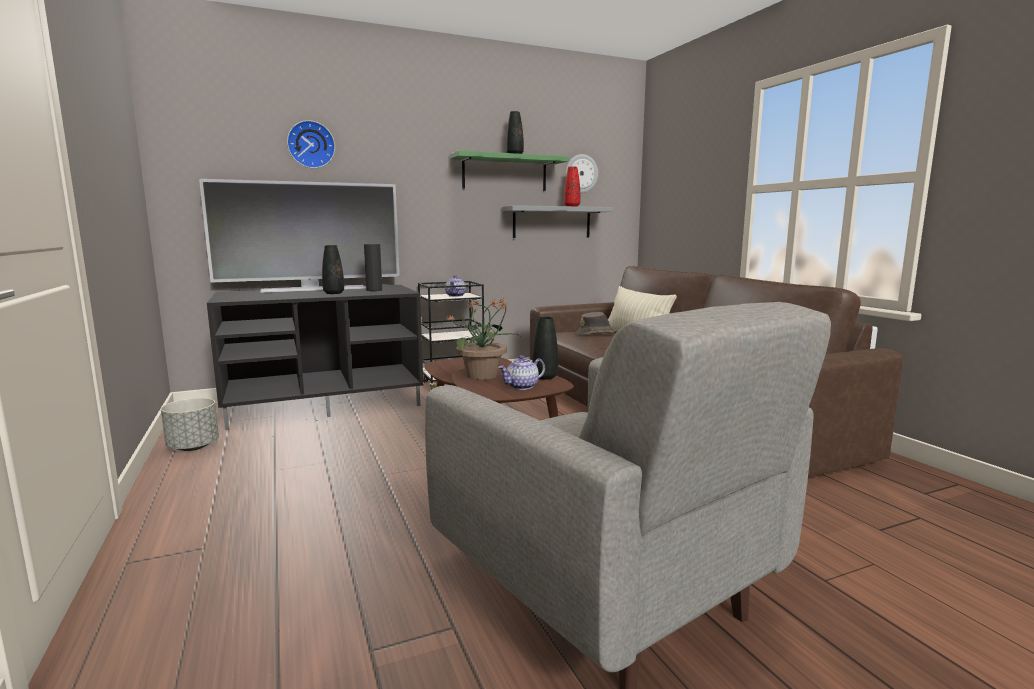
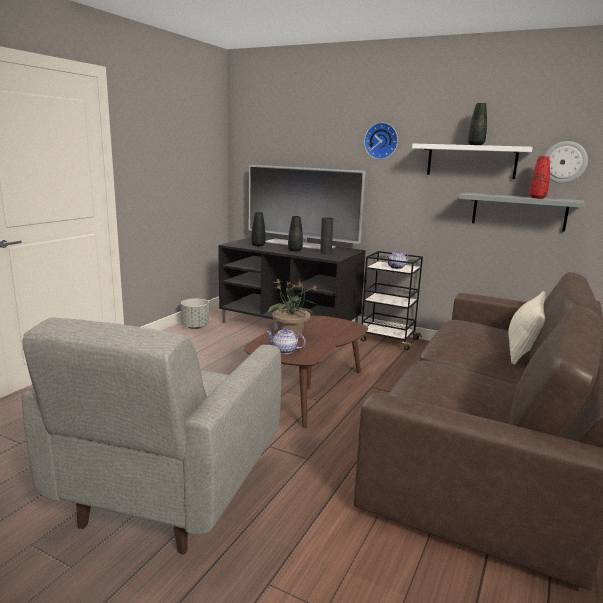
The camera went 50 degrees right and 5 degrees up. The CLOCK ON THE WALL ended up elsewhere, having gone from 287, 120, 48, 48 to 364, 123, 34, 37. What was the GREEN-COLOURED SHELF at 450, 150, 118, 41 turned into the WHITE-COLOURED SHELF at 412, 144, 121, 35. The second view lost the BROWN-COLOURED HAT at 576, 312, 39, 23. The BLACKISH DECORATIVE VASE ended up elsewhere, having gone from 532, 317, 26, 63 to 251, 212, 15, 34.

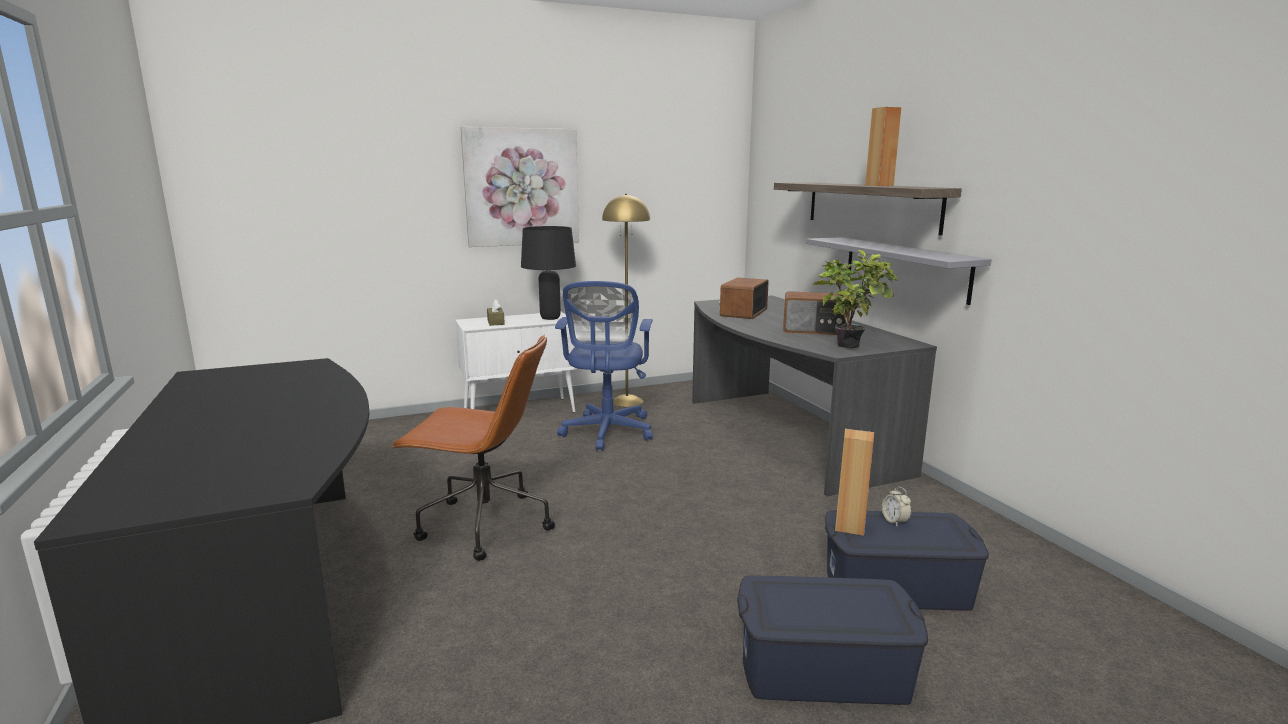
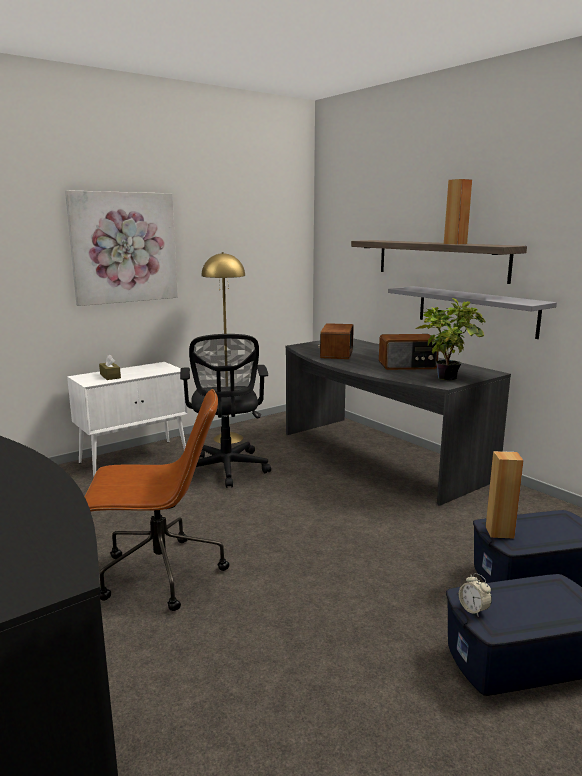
The camera went 15 degrees left and 0 degrees up. The second view lost the BLACKISH TABLETOP LAMP at 521, 226, 55, 94. What was the BLUE OFFICE CHAIR at 555, 281, 98, 170 turned into the BLACKISH OFFICE CHAIR at 180, 334, 91, 154. The ALARM CLOCK ended up elsewhere, having gone from 882, 487, 30, 39 to 459, 573, 33, 44.

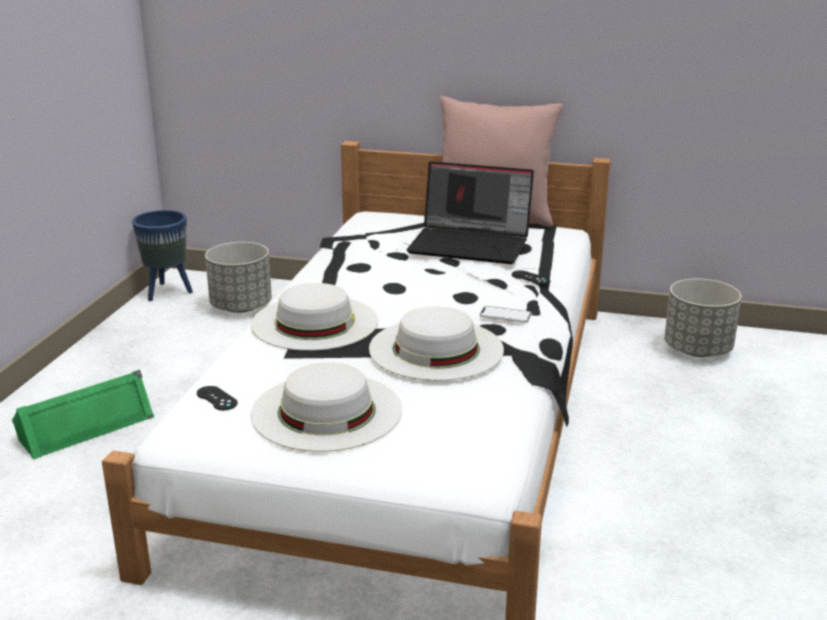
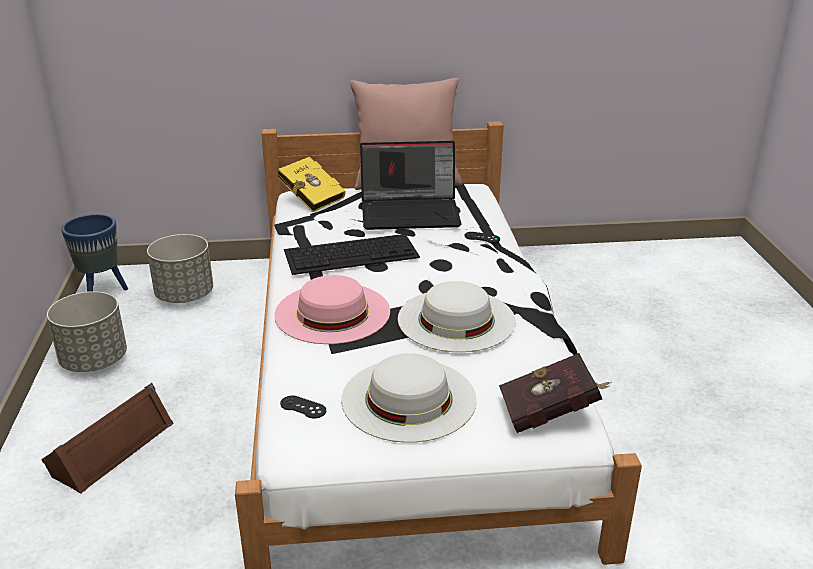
The camera went 20 degrees left and 5 degrees up. The GREYISH FLOWER POT ended up elsewhere, having gone from 664, 278, 78, 79 to 47, 291, 80, 81. What was the WHITE-COLOURED HAT at 251, 283, 127, 68 turned into the PINK HAT at 274, 275, 116, 69. The second view lost the PHONE at 479, 306, 53, 17. What was the GREEN-COLOURED SPEAKER at 12, 370, 142, 89 turned into the BROWN-COLOURED SPEAKER at 41, 383, 133, 111. The second view gained the YELLOW-COLOURED BOUND BOOK at 277, 157, 68, 55. The second view gained the PC KEYBOARD at 284, 234, 136, 41. The second view gained the RED-COLOURED BOUND BOOK at 499, 353, 113, 80.

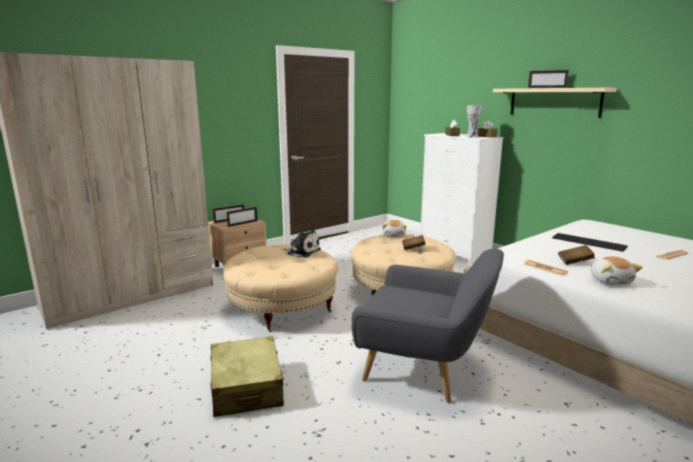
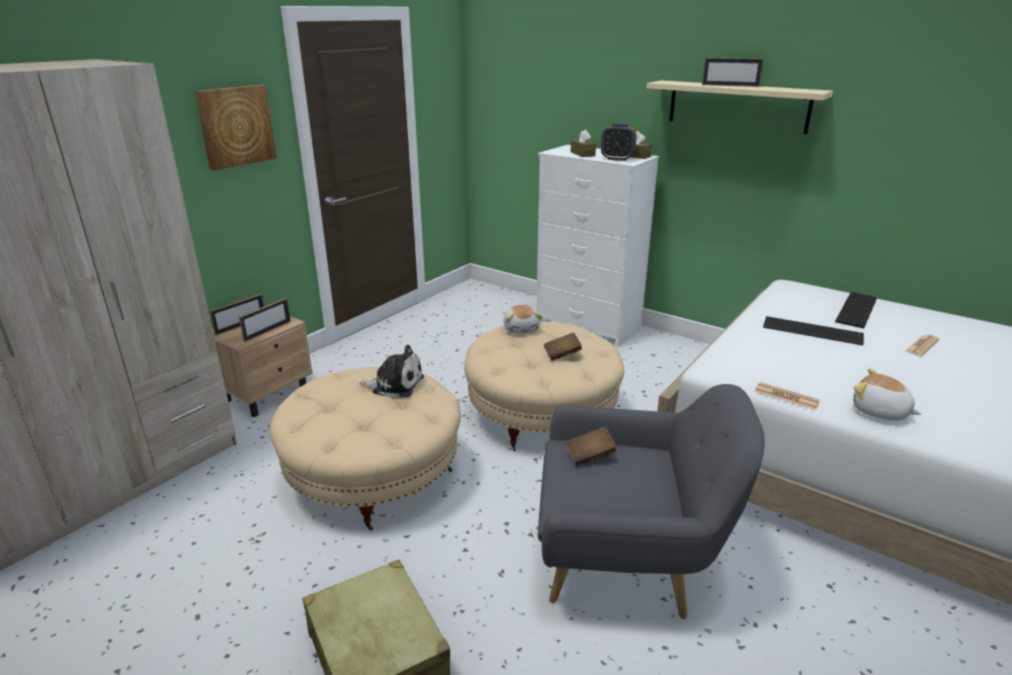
The camera went 15 degrees left and 10 degrees up. Where the DECORATIVE VASE stood at 466, 105, 16, 33, the ALARM CLOCK came to stand at 601, 123, 36, 38. The BROWN-COLOURED BOUND BOOK ended up elsewhere, having gone from 558, 245, 37, 20 to 566, 426, 51, 40. The PLUSH TOY at 591, 257, 52, 28 ended up facing another way, 150 degrees clockwise from before. The second view gained the PICTURE at 195, 85, 82, 85. The second view gained the PC KEYBOARD at 835, 292, 42, 36.

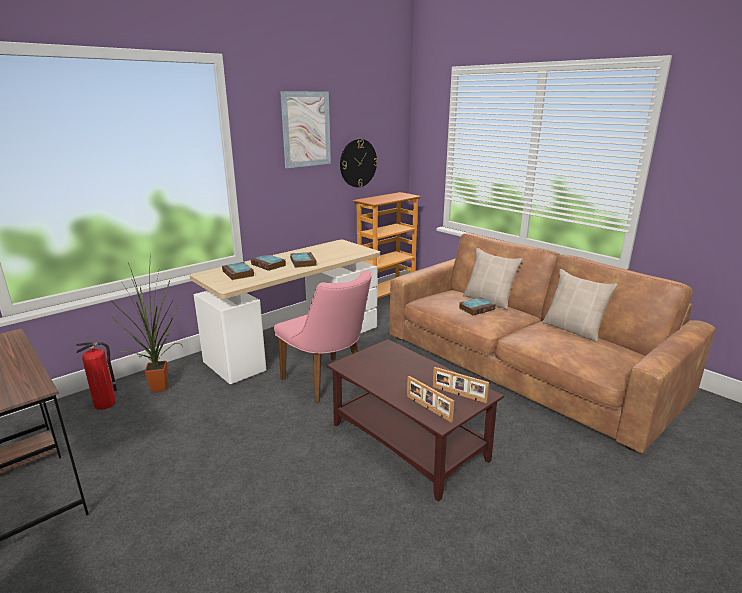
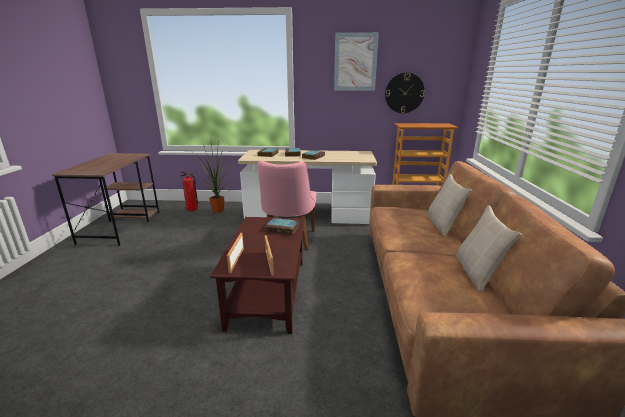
The camera went 45 degrees right and 0 degrees up. The BOUND BOOK ended up elsewhere, having gone from 459, 297, 37, 19 to 265, 218, 34, 17.

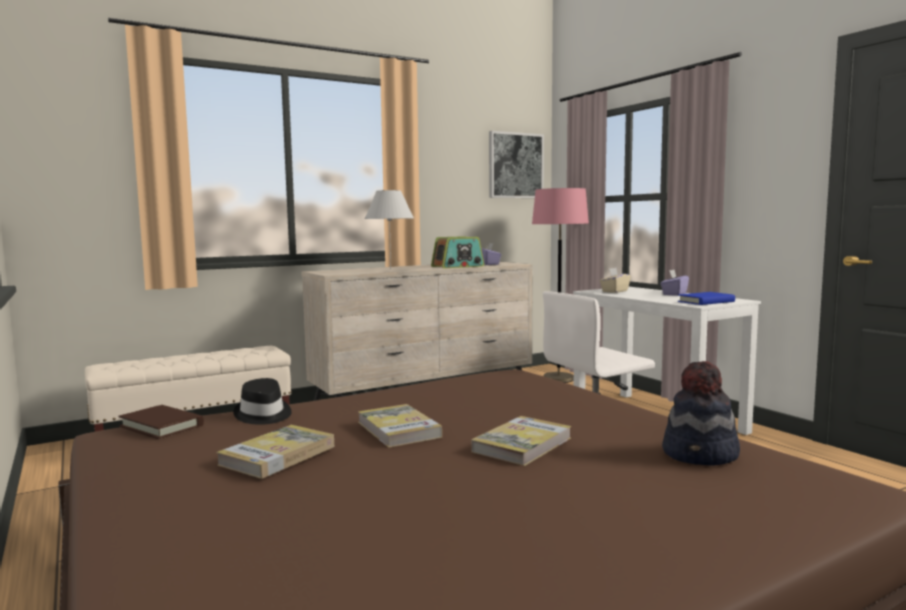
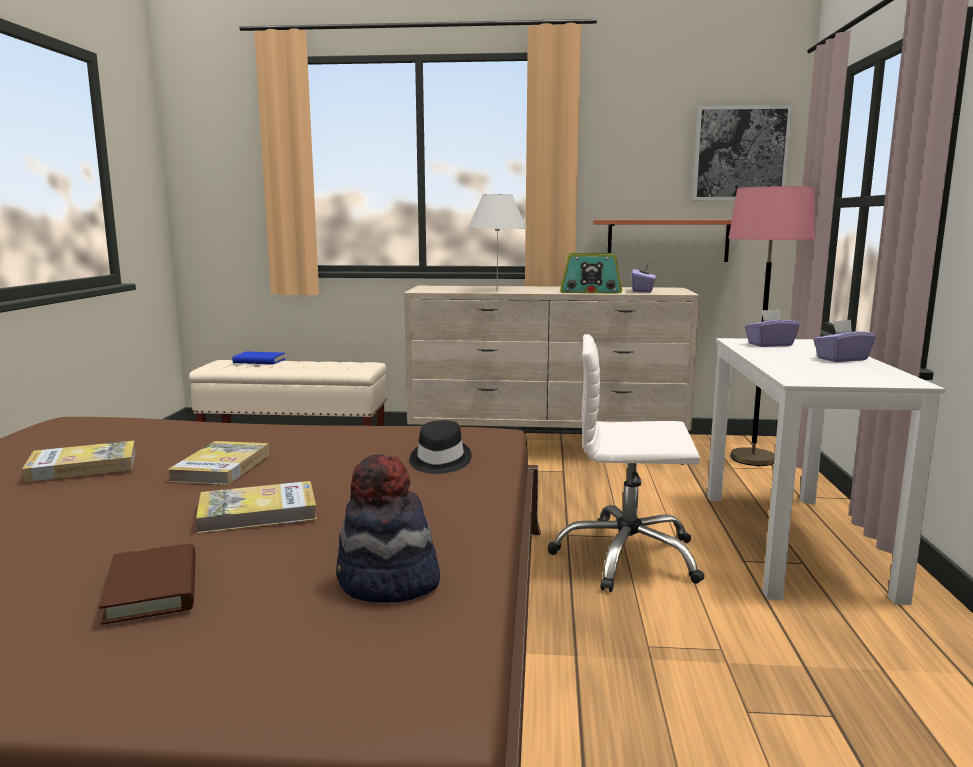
The camera went 35 degrees right and 5 degrees up. What was the SAND-COLOURED TISSUE BOX at 600, 268, 31, 25 turned into the PURPLE-COLOURED TISSUE BOX at 745, 309, 55, 38. The BLUE BOUND BOOK ended up elsewhere, having gone from 678, 292, 57, 13 to 232, 352, 53, 12. The BLACKISH HAT ended up elsewhere, having gone from 233, 378, 59, 47 to 409, 420, 62, 54. The BROWN-COLOURED BOUND BOOK ended up elsewhere, having gone from 118, 405, 86, 34 to 99, 544, 97, 81. The second view gained the SHELF at 593, 220, 139, 42.

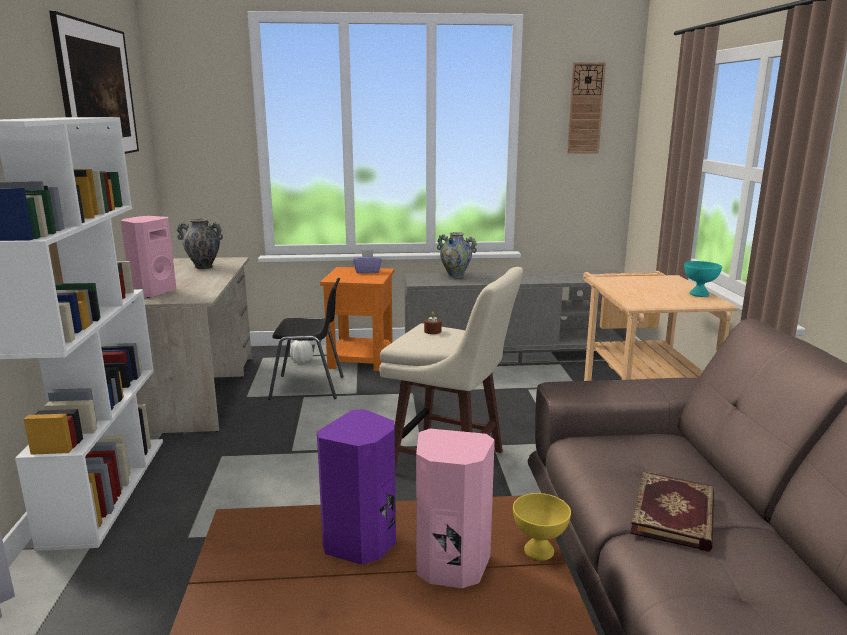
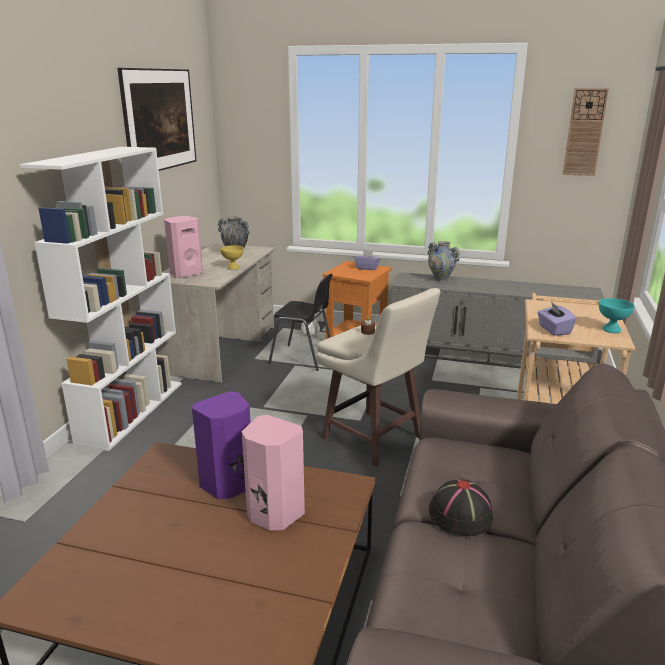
The camera went 20 degrees right and 5 degrees up. Where the BOUND BOOK stood at 630, 471, 84, 81, the BLACKISH HAT came to stand at 429, 479, 64, 57. The YELLOW-COLOURED SERVING BOWL ended up elsewhere, having gone from 513, 493, 58, 68 to 220, 245, 24, 25. The second view gained the PURPLE-COLOURED TISSUE BOX at 537, 302, 39, 34.

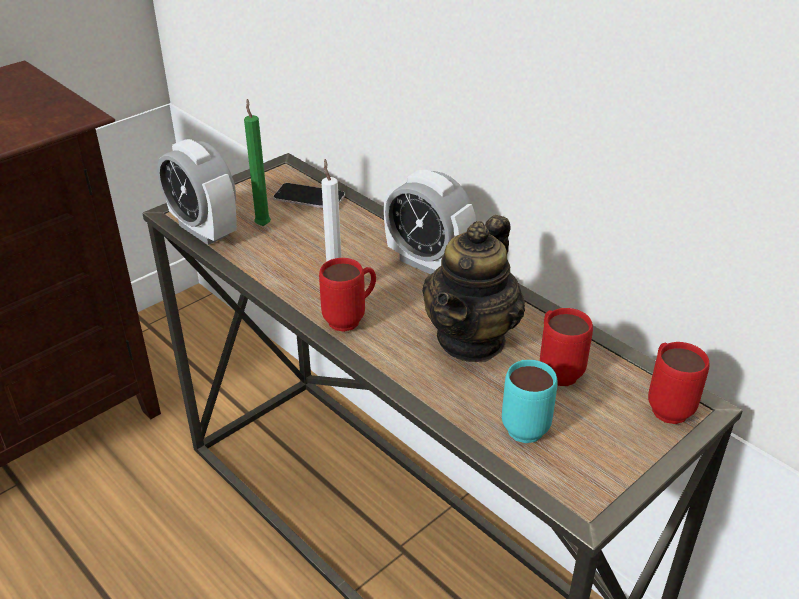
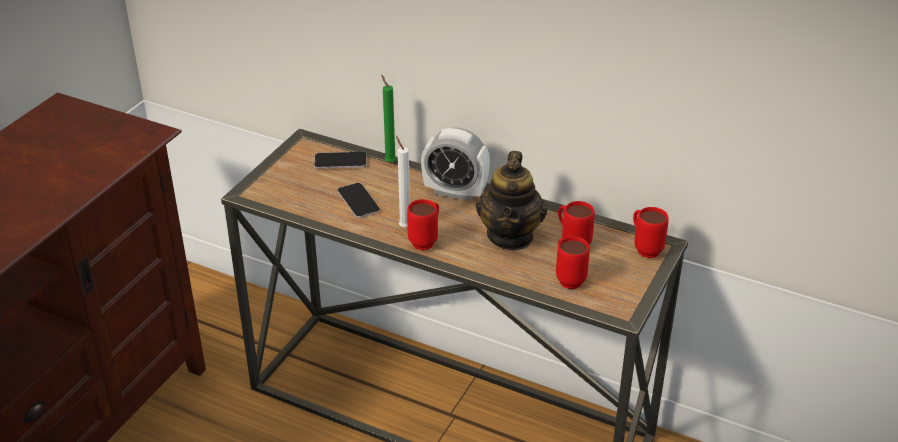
The camera went 20 degrees left and 0 degrees up. The GREEN-COLOURED CANDLE ended up elsewhere, having gone from 244, 99, 27, 127 to 381, 75, 16, 88. The second view lost the ALARM CLOCK at 157, 139, 80, 106. What was the TURQUOISE TEA MUG at 502, 360, 55, 83 turned into the RED-COLOURED TEA MUG at 556, 236, 34, 53. The second view gained the PHONE at 337, 183, 43, 35.

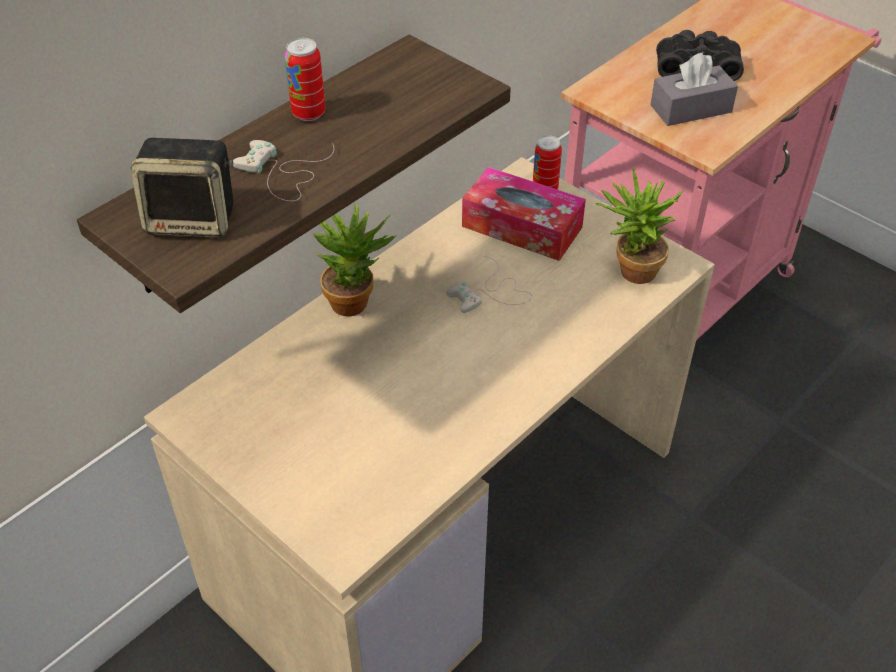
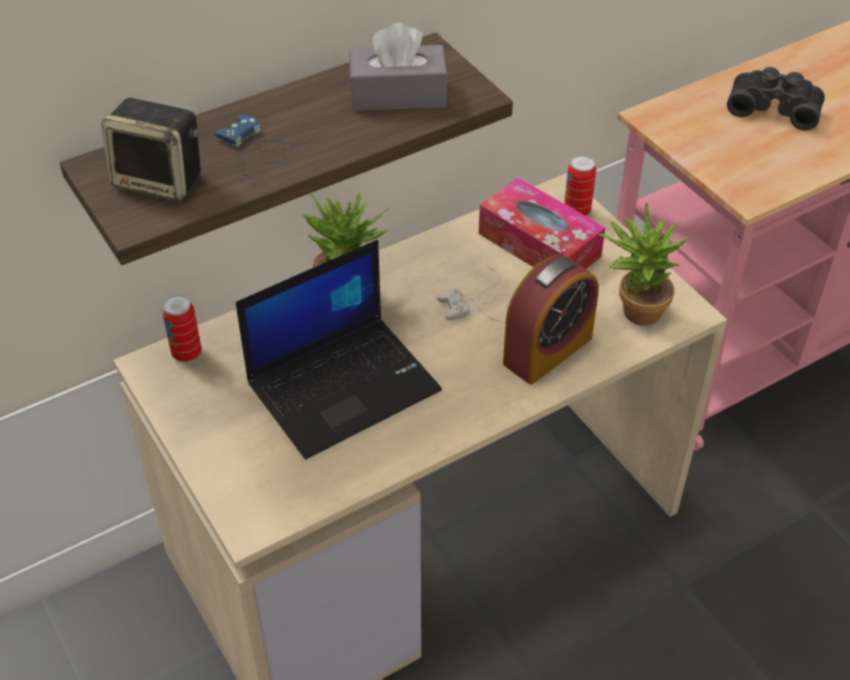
The camera went 15 degrees right and 0 degrees up. The SEALED CAN ended up elsewhere, having gone from 285, 38, 40, 83 to 162, 295, 40, 67. The GREYISH TISSUE BOX ended up elsewhere, having gone from 650, 53, 88, 73 to 349, 23, 99, 88. What was the WHITE-COLOURED GAME CONTROLLER at 233, 140, 101, 61 turned into the BLUE GAME CONTROLLER at 215, 114, 100, 65. The second view gained the NOTEBOOK COMPUTER at 236, 240, 206, 219. The second view gained the ALARM CLOCK at 503, 255, 96, 130.

